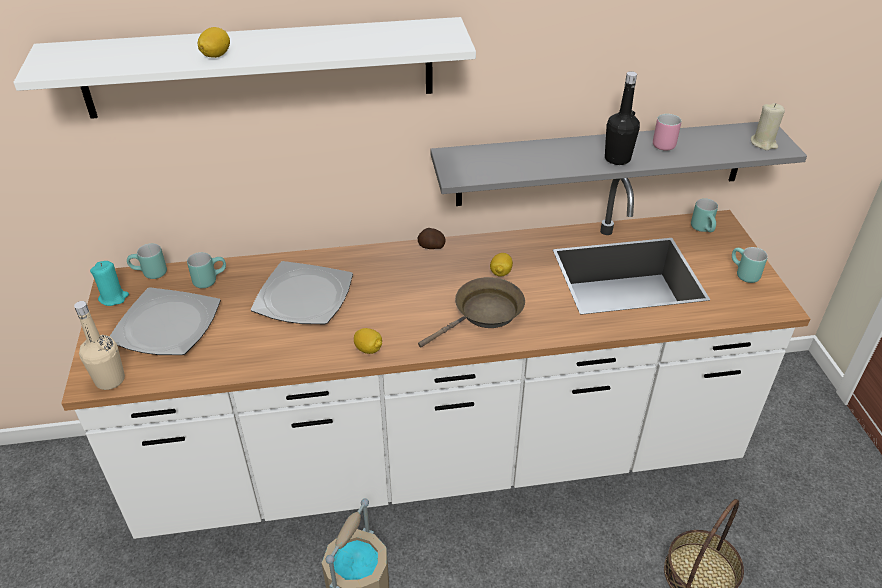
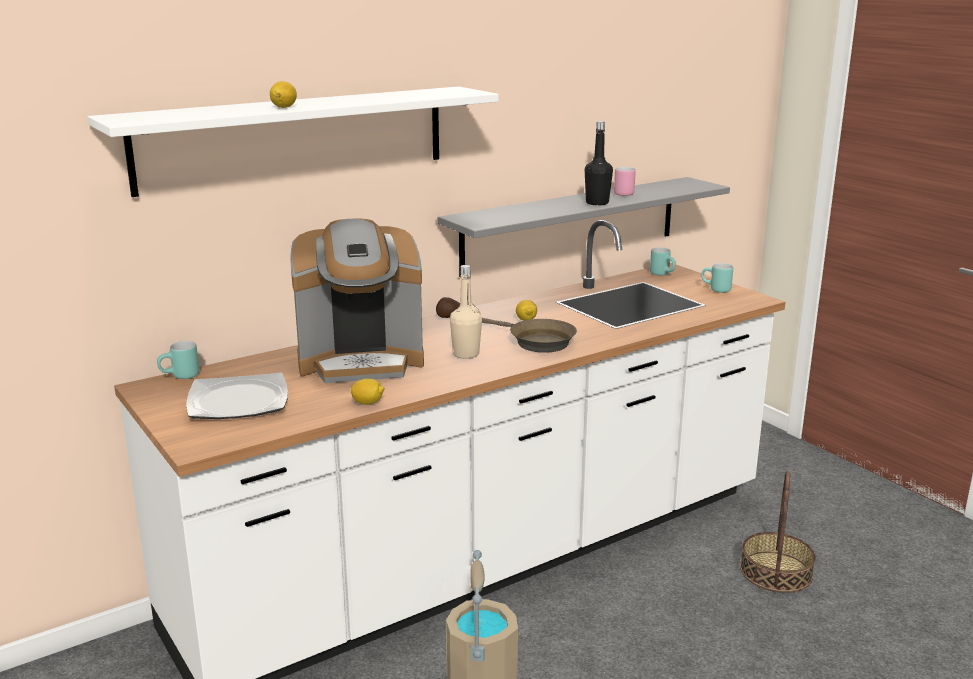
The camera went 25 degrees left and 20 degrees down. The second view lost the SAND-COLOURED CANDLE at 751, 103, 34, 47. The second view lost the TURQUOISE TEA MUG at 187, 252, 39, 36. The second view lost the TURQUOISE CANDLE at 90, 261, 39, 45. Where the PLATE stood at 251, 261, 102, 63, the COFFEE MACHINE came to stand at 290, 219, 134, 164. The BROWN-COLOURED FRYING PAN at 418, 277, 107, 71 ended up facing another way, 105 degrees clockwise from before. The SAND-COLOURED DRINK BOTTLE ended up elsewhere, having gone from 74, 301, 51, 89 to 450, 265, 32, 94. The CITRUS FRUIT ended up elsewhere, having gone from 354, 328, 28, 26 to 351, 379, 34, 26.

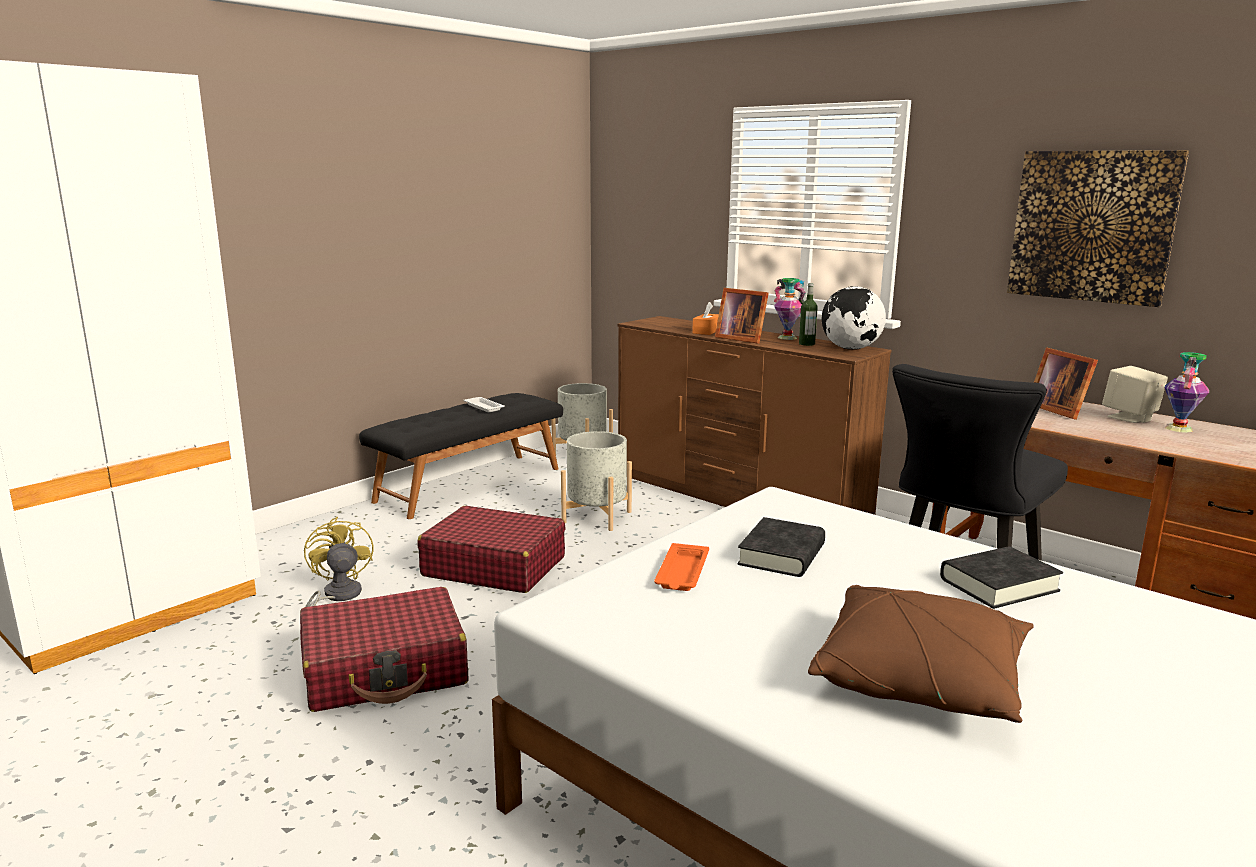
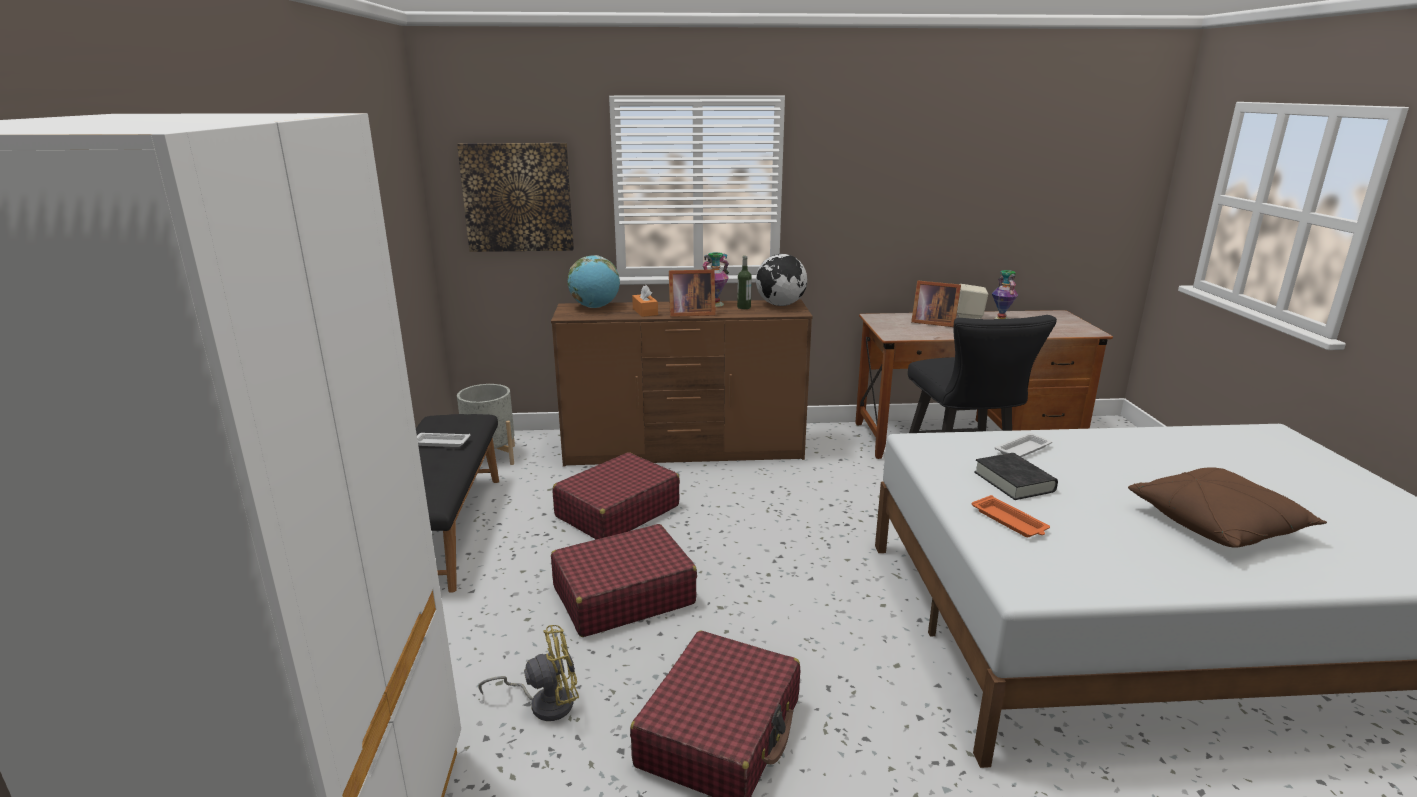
The camera went 45 degrees left and 5 degrees up. The PICTURE ended up elsewhere, having gone from 1007, 150, 182, 157 to 457, 143, 117, 109. Where the GREYISH FLOWER POT stood at 561, 431, 71, 100, the RED-COLOURED PIECE OF LUGGAGE came to stand at 553, 452, 127, 87. The YELLOW-COLOURED COOLING FAN at 304, 517, 69, 90 ended up facing another way, 135 degrees clockwise from before. The second view lost the BLACKISH BOUND BOOK at 940, 546, 123, 63. The second view gained the WORLD GLOBE at 567, 255, 53, 53. The second view gained the WHITE-COLOURED CARRYING TRAY at 995, 433, 57, 24.

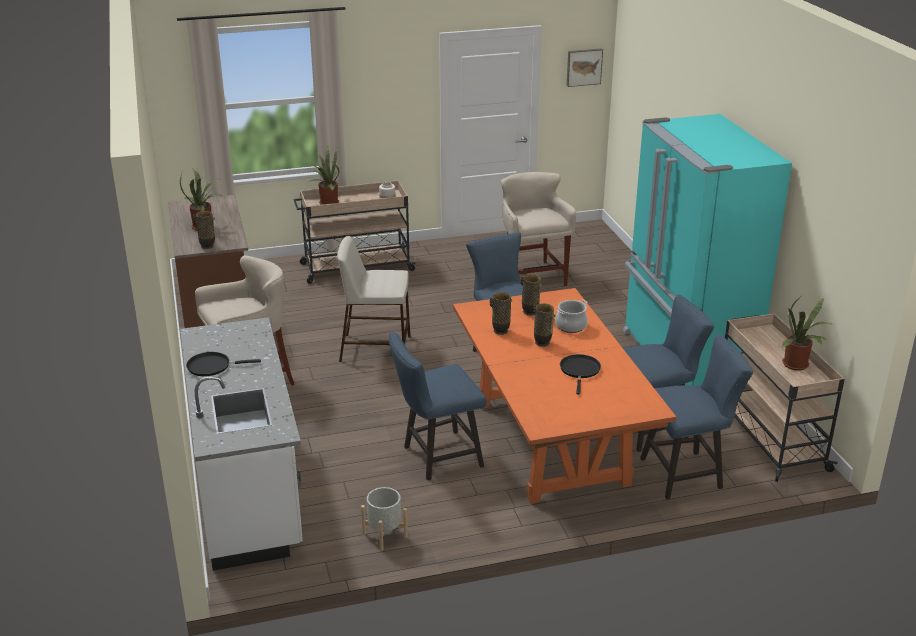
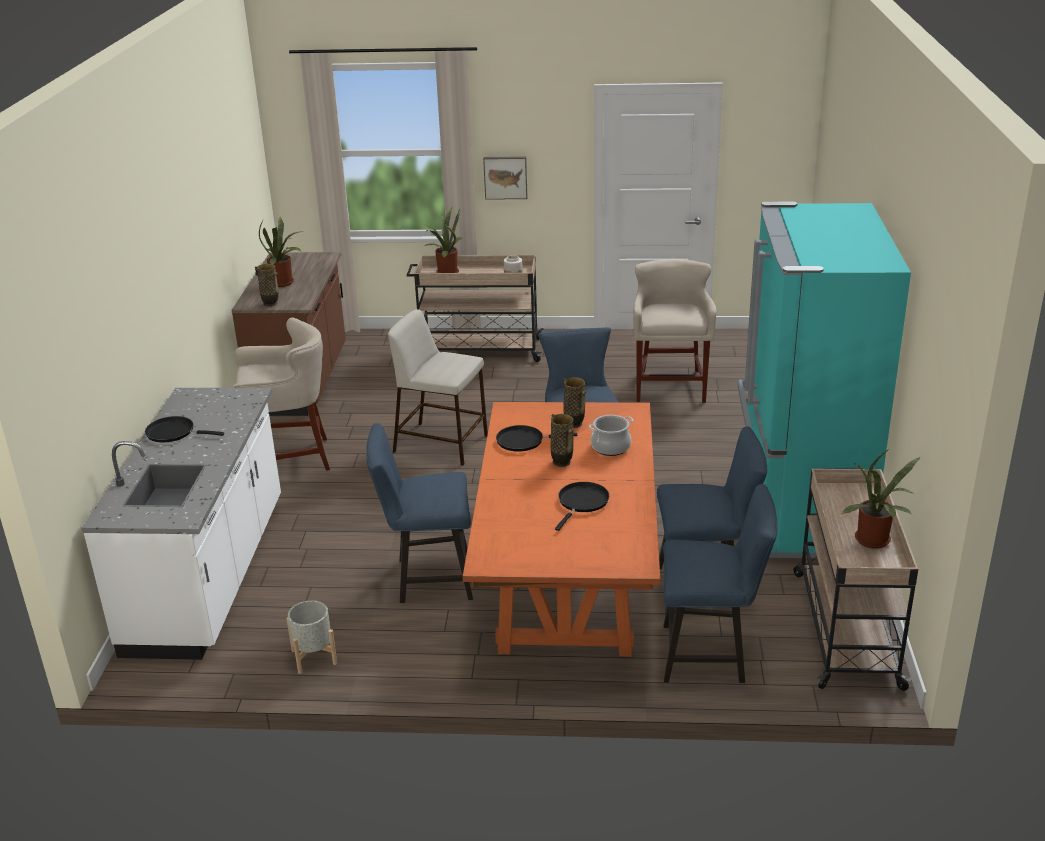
The camera went 20 degrees right and 0 degrees up. The PICTURE ended up elsewhere, having gone from 566, 48, 37, 39 to 483, 156, 45, 44. Where the DECORATIVE VASE stood at 489, 292, 23, 43, the BLACKISH FRYING PAN came to stand at 496, 425, 81, 27.

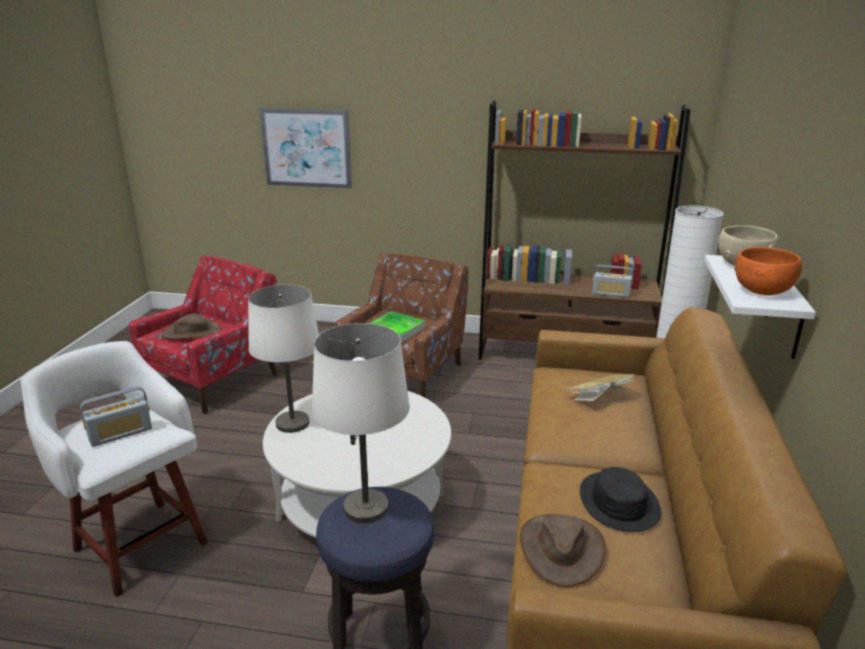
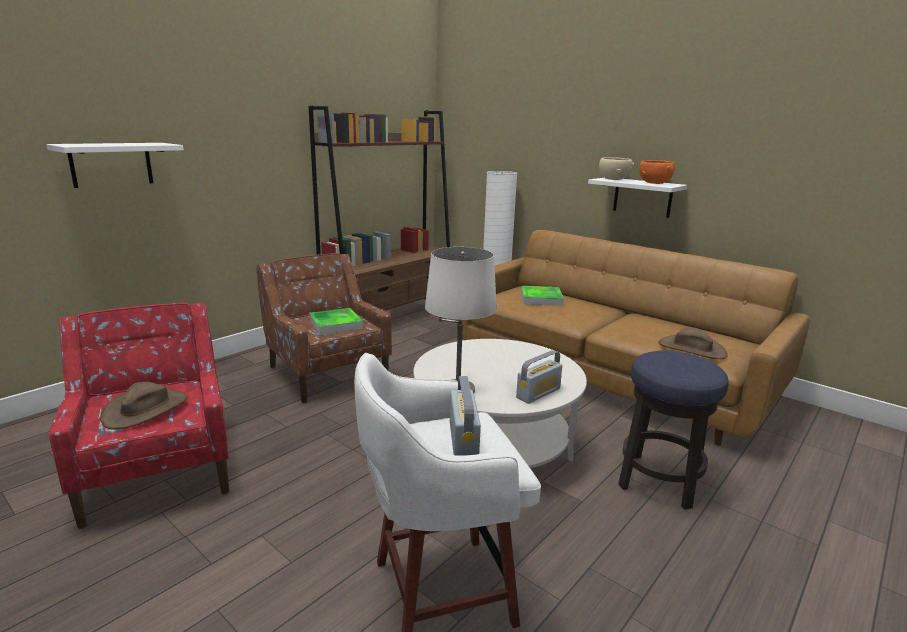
The camera went 60 degrees left and 5 degrees down. Where the PICTURE hung at 259, 108, 93, 81, the WHITE-COLOURED SHELF came to hang at 46, 143, 138, 45. The RADIO SET ended up elsewhere, having gone from 592, 265, 41, 33 to 516, 350, 46, 54. The second view lost the WHITE-COLOURED TABLETOP LAMP at 312, 323, 98, 200. Where the BOUND BOOK stood at 565, 374, 71, 27, the CARRYING TRAY came to stand at 521, 286, 43, 20. The second view lost the BLACKISH HAT at 580, 467, 81, 65.

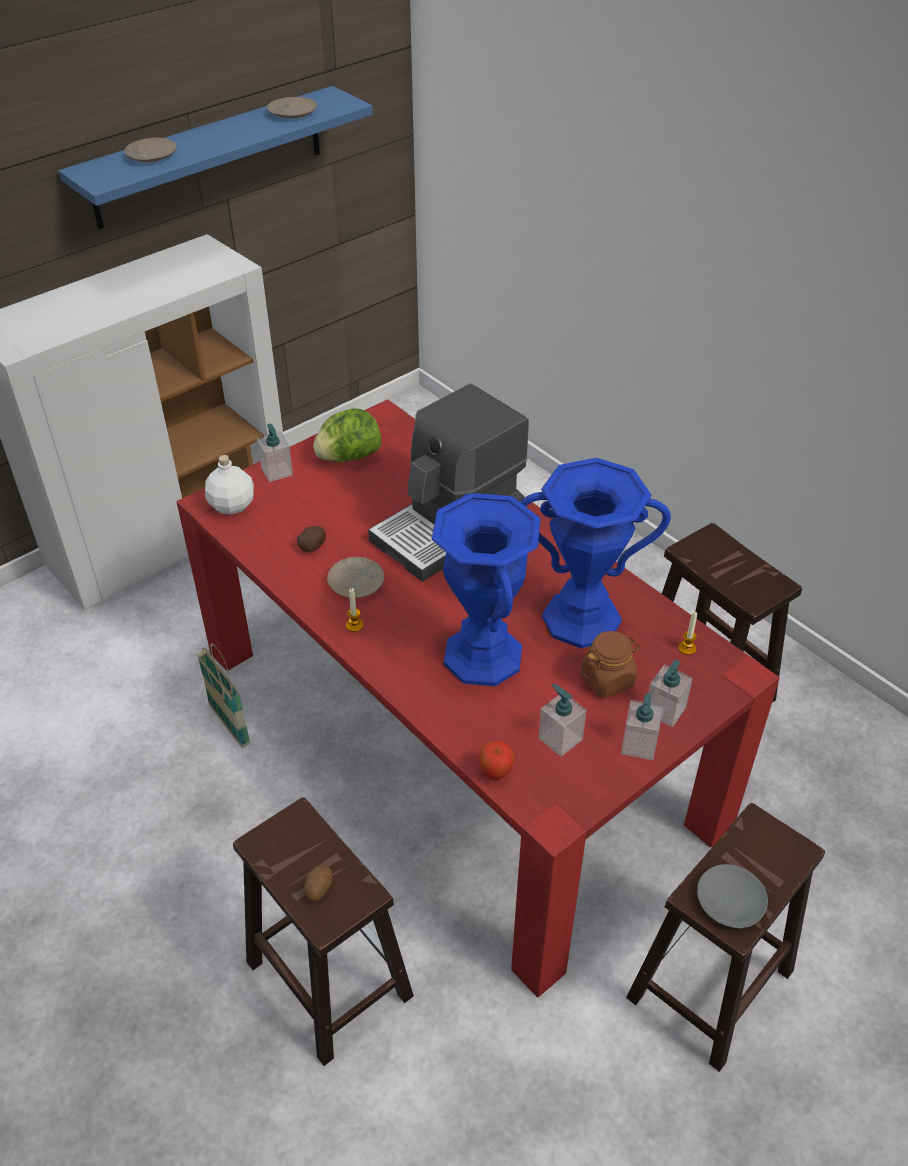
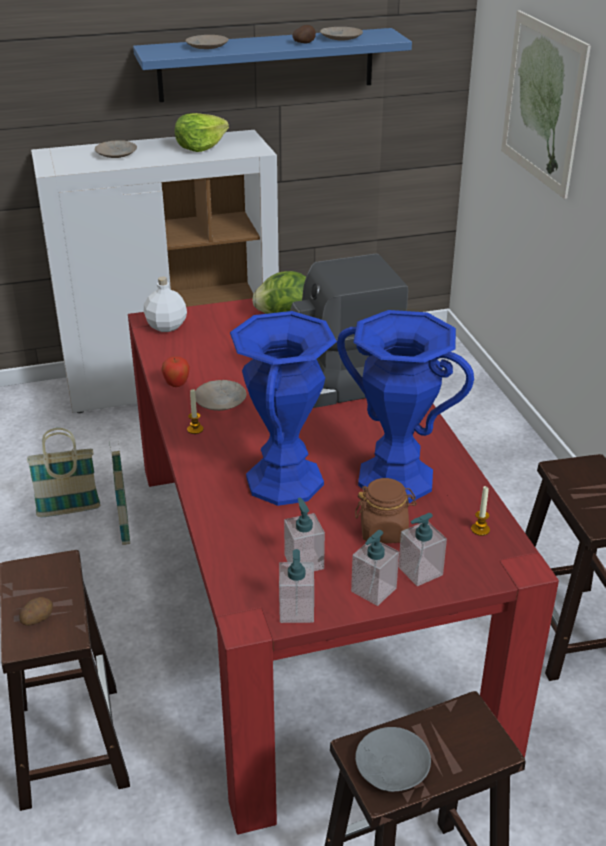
The camera went 25 degrees right and 10 degrees down. The SOAP DISPENSER ended up elsewhere, having gone from 257, 424, 36, 58 to 279, 549, 35, 74. The WHOLE POTATO ended up elsewhere, having gone from 297, 526, 29, 26 to 292, 25, 24, 18. The APPLE ended up elsewhere, having gone from 478, 740, 37, 40 to 161, 356, 29, 31. The second view gained the PICTURE at 501, 10, 90, 189. The second view gained the HEAD OF LETTUCE at 175, 113, 54, 39. The second view gained the SAND-COLOURED PLATE at 95, 140, 42, 18. The second view gained the STORAGE BASKET at 27, 428, 73, 89.

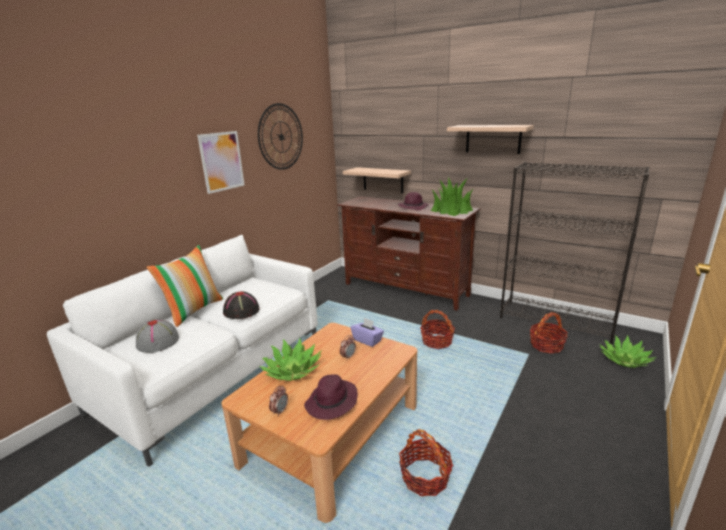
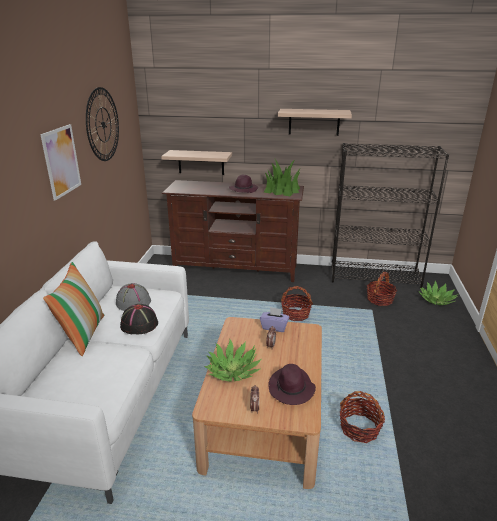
The camera went 25 degrees left and 5 degrees up. The GREYISH HAT ended up elsewhere, having gone from 136, 319, 43, 34 to 116, 283, 35, 28.

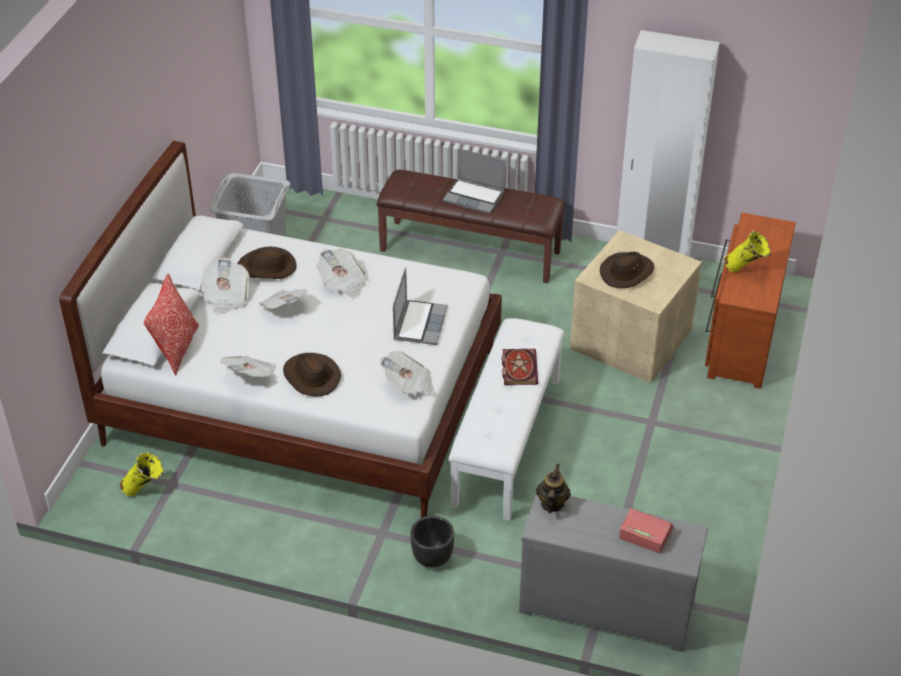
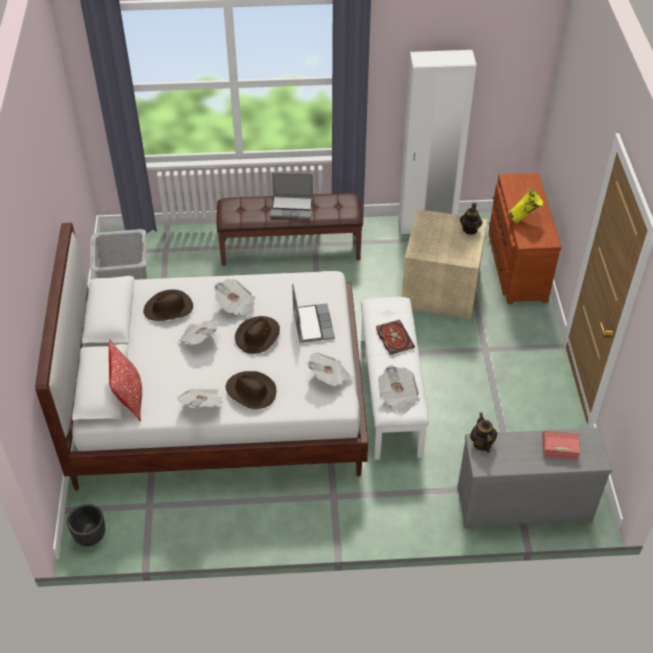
The camera went 20 degrees left and 5 degrees up. The BROWN-COLOURED HAT ended up elsewhere, having gone from 600, 252, 54, 36 to 235, 316, 45, 38. The DAILY PAPER ended up elsewhere, having gone from 200, 258, 50, 57 to 378, 365, 42, 50. The second view lost the YELLOW-COLOURED DECORATIVE VASE at 120, 452, 44, 44. The BLACKISH FLOWER POT ended up elsewhere, having gone from 410, 516, 44, 51 to 67, 504, 38, 42. The second view gained the TEA POT at 460, 203, 22, 32.

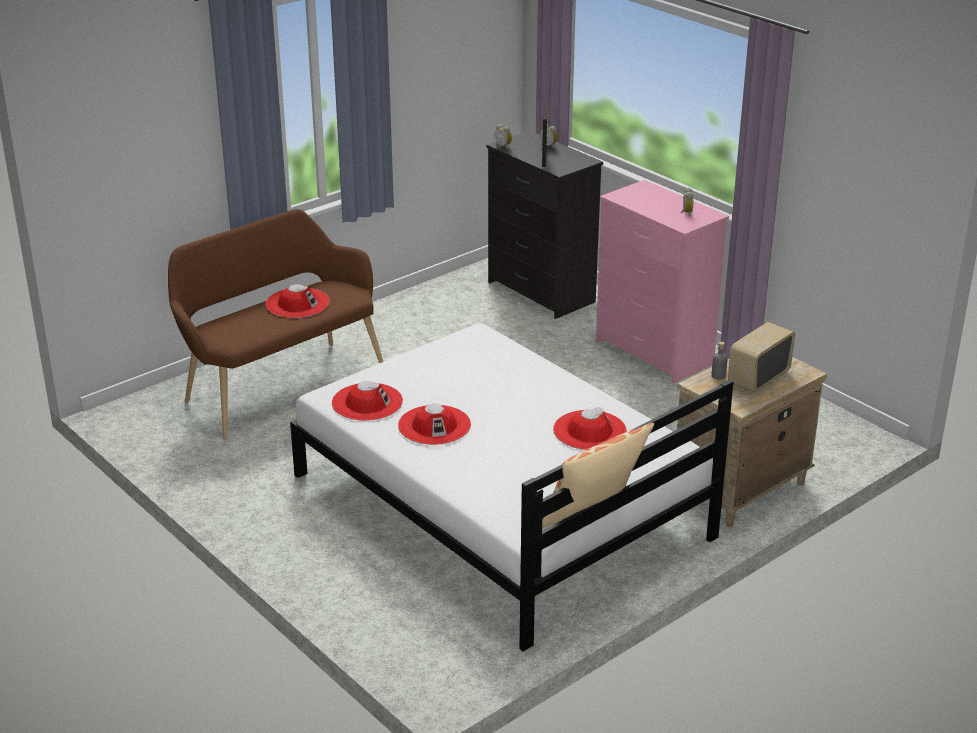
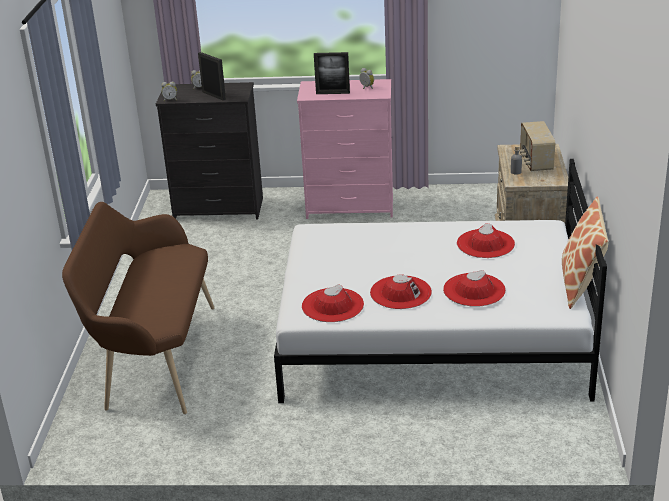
The camera went 45 degrees left and 0 degrees up. The RED-COLOURED HAT ended up elsewhere, having gone from 266, 284, 64, 34 to 443, 270, 63, 37. The second view gained the STANDING FRAME at 314, 52, 36, 42.

